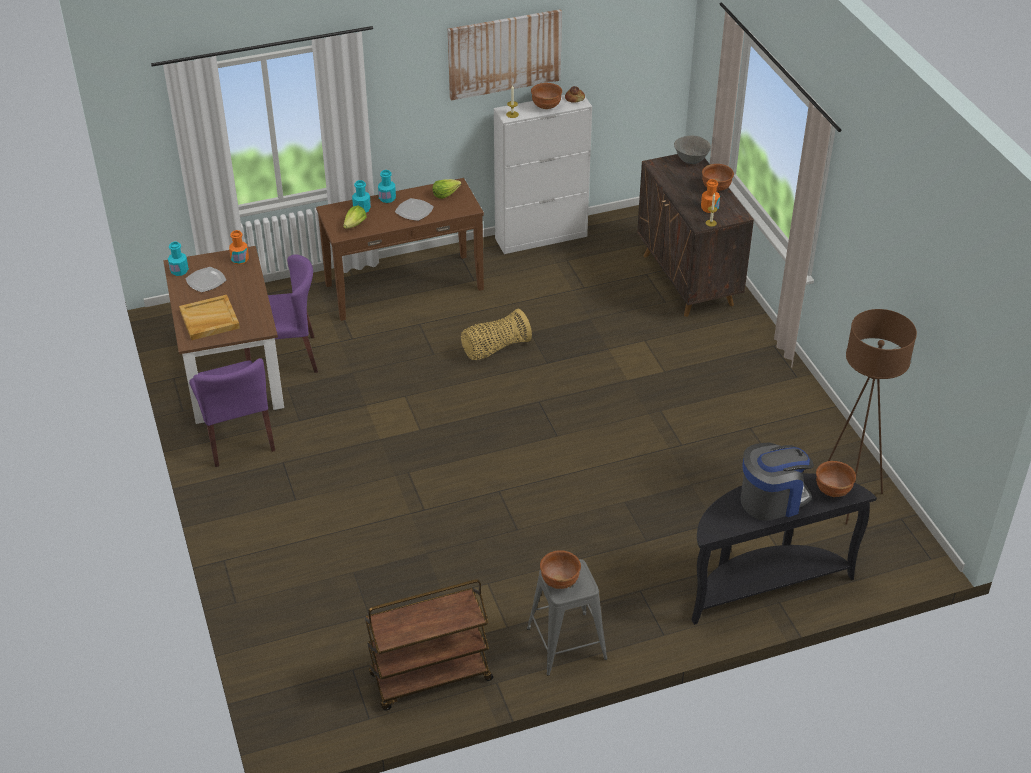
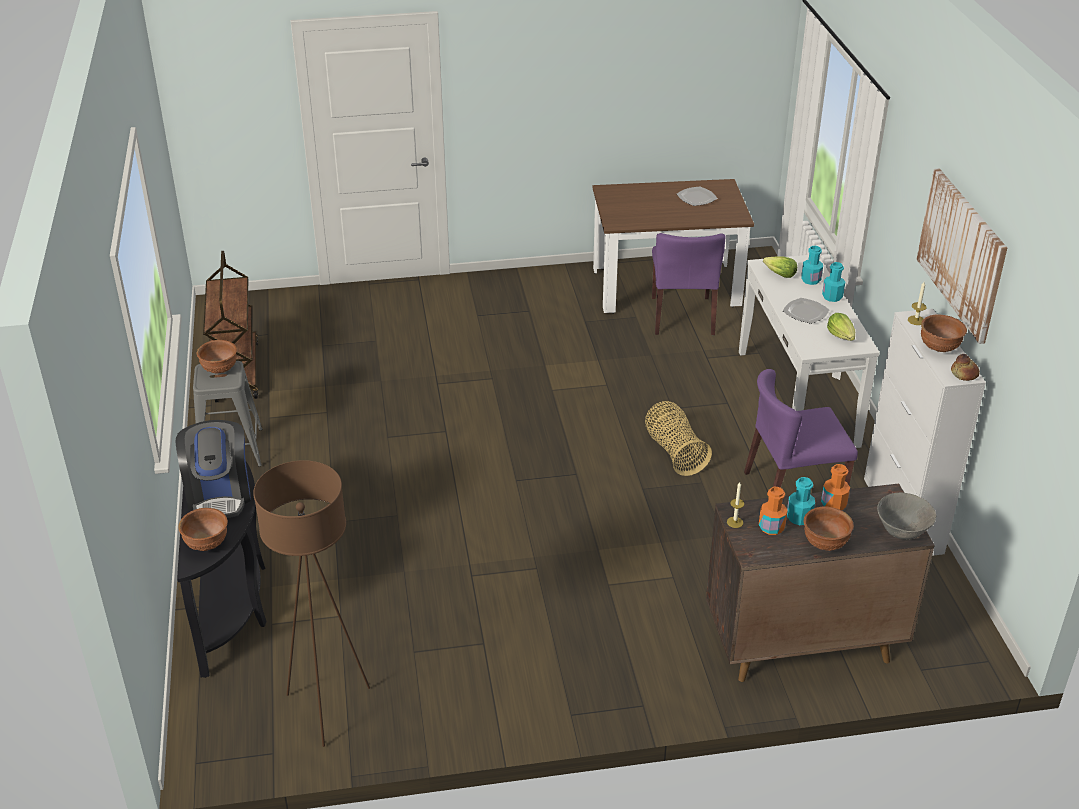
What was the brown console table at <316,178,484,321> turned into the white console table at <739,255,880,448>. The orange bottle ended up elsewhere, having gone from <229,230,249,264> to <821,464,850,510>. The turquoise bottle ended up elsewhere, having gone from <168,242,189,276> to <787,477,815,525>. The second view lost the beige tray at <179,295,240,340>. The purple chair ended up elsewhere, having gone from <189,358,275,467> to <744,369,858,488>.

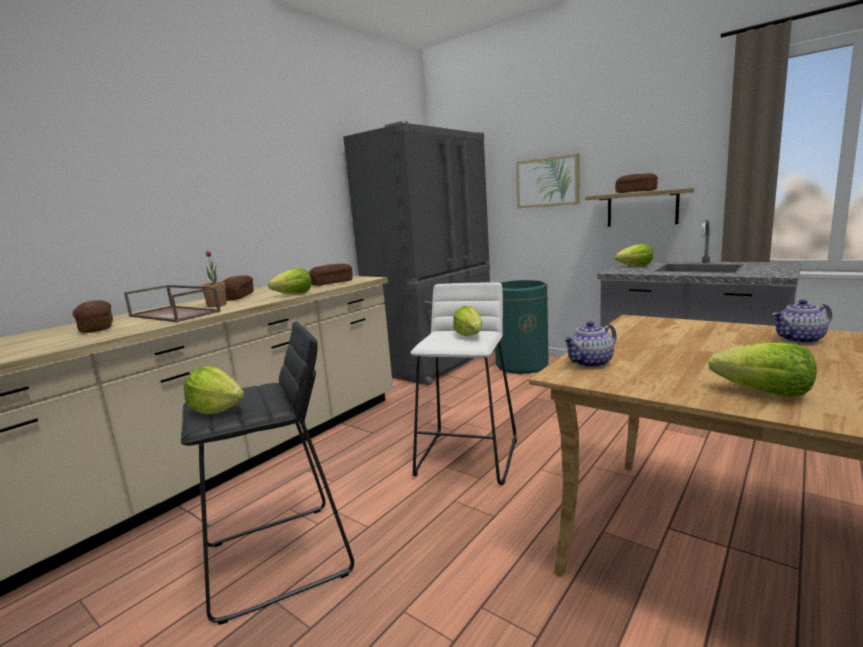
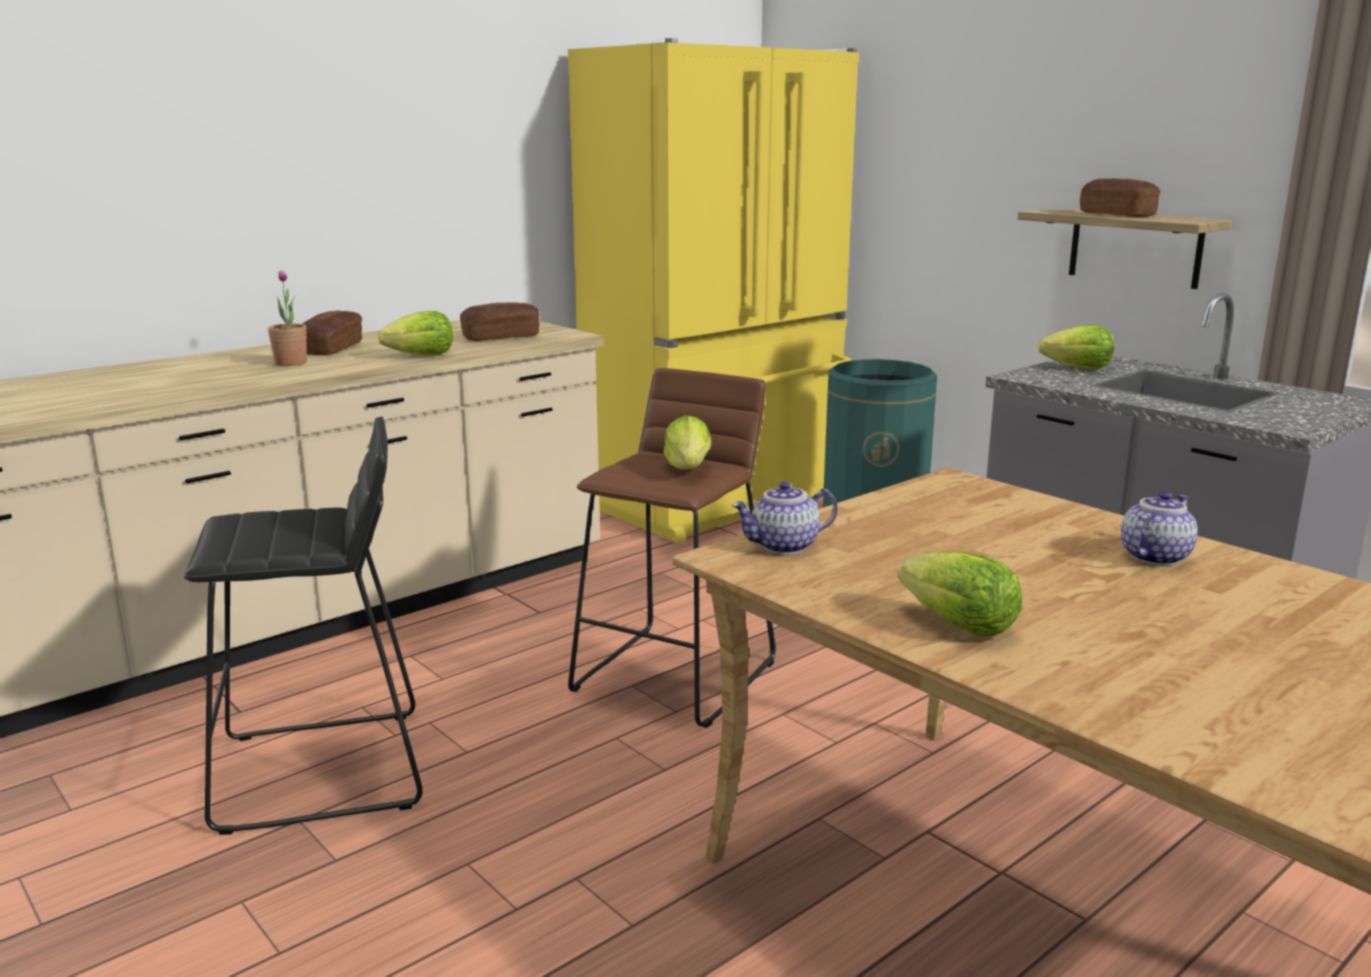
What was the grey fridge at <343,121,495,386> turned into the yellow fridge at <568,38,859,543>. The second view lost the picture at <516,154,579,208>. What was the white stool at <410,282,517,485> turned into the brown stool at <568,368,776,728>. The second view lost the brown tray at <124,285,221,322>. The teapot at <772,299,832,344> ended up facing another way, 135 degrees clockwise from before. The second view lost the bread at <73,300,113,333>. The second view lost the lettuce at <183,366,245,414>.

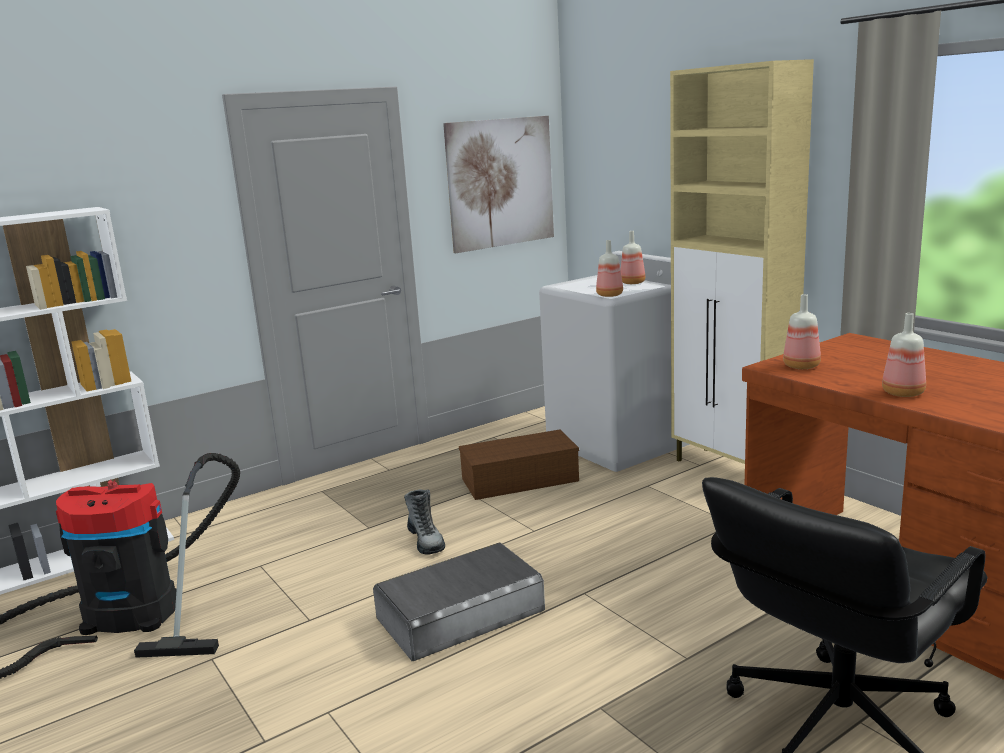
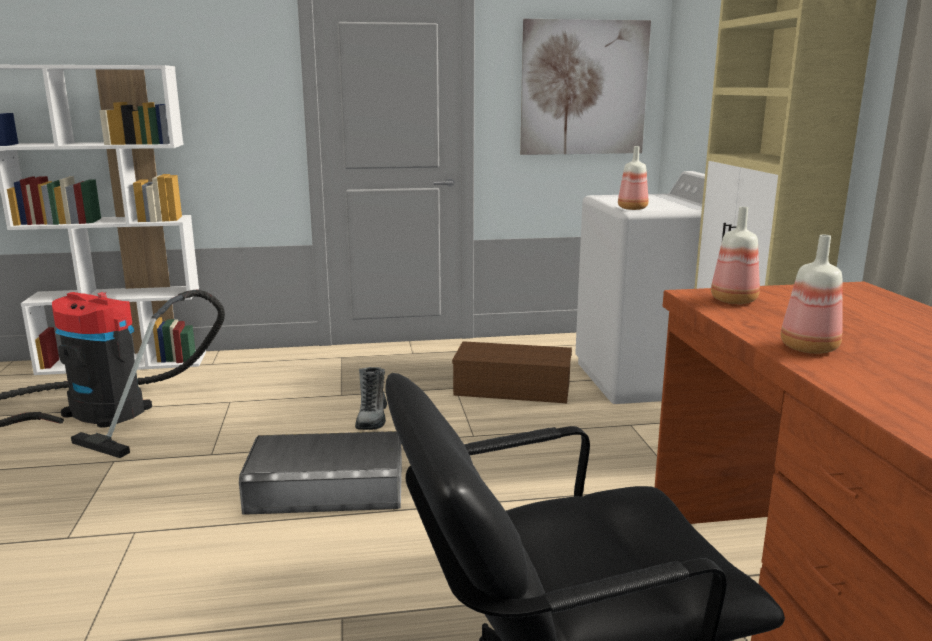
The second view lost the bottle at <620,231,645,284>.

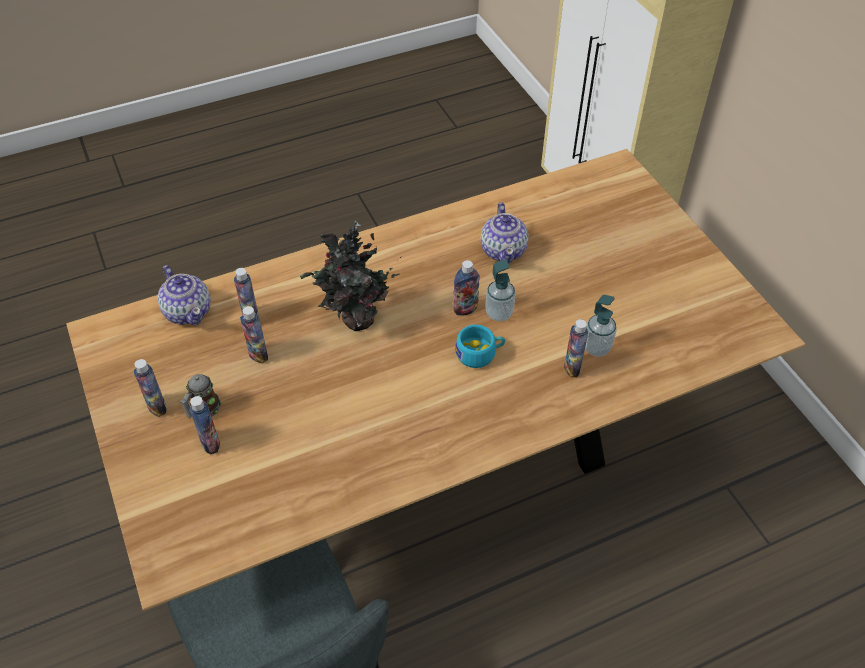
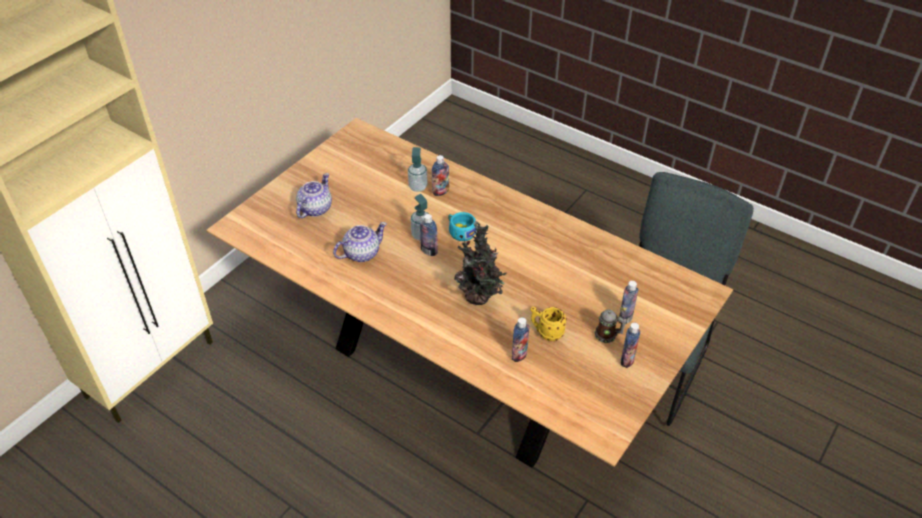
The teapot ended up elsewhere, having gone from <157,265,211,325> to <296,173,332,218>. Where the bottle stood at <240,306,268,363>, the yellow mug came to stand at <531,307,567,341>.

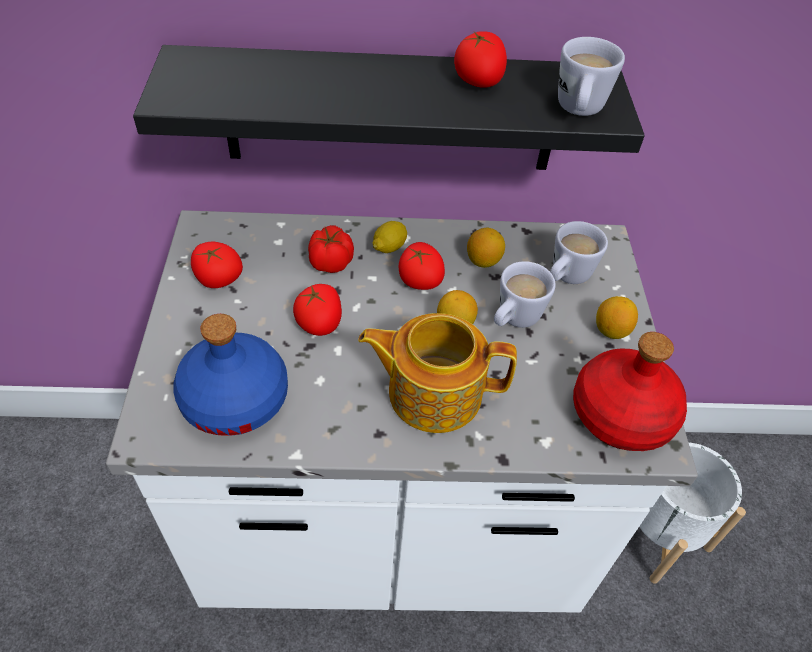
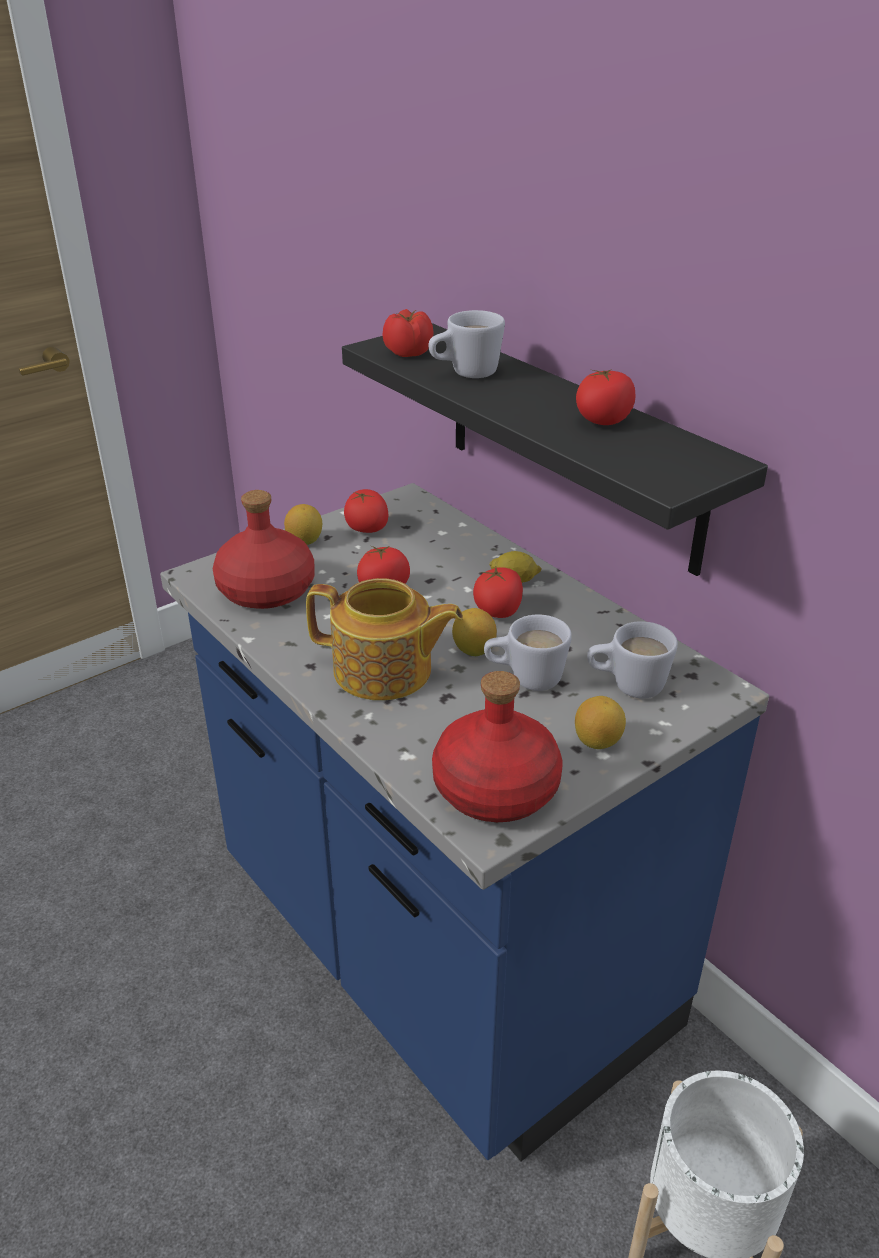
The white mug ended up elsewhere, having gone from <558,37,625,116> to <428,310,505,378>. What was the white counter at <106,210,698,613> turned into the blue counter at <160,483,769,1161>. The tomato ended up elsewhere, having gone from <308,225,354,273> to <382,309,434,357>. The lemon ended up elsewhere, having gone from <467,228,505,268> to <284,504,322,545>. The teapot at <358,313,517,433> ended up facing another way, 135 degrees clockwise from before. What was the blue bottle at <173,314,288,436> turned into the red bottle at <213,490,315,609>.

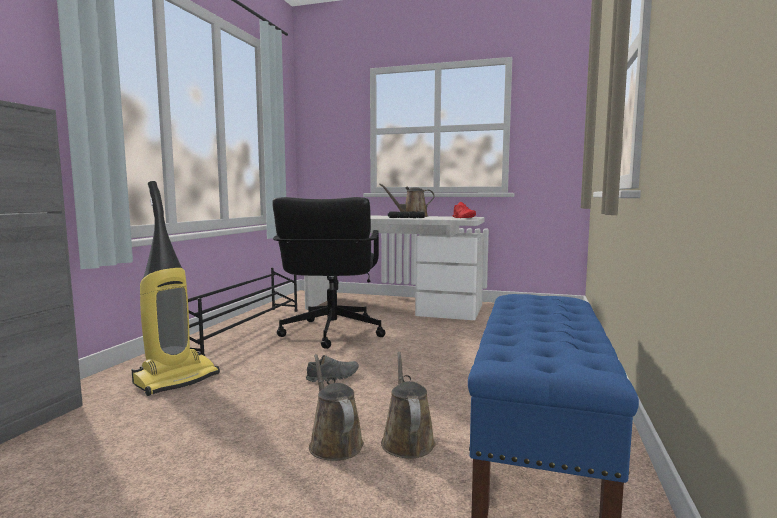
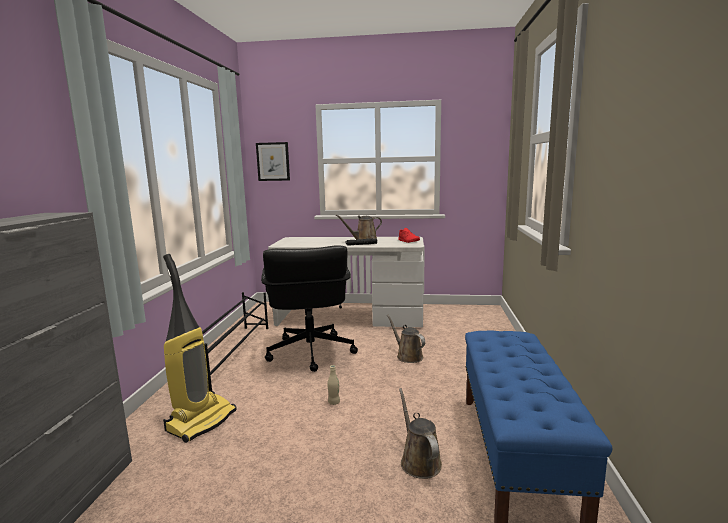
The brown watering can ended up elsewhere, having gone from <309,354,364,461> to <387,315,425,363>. Where the grey shoe stood at <306,355,359,382>, the beige bottle came to stand at <327,365,340,405>. The second view gained the picture at <256,142,290,181>.

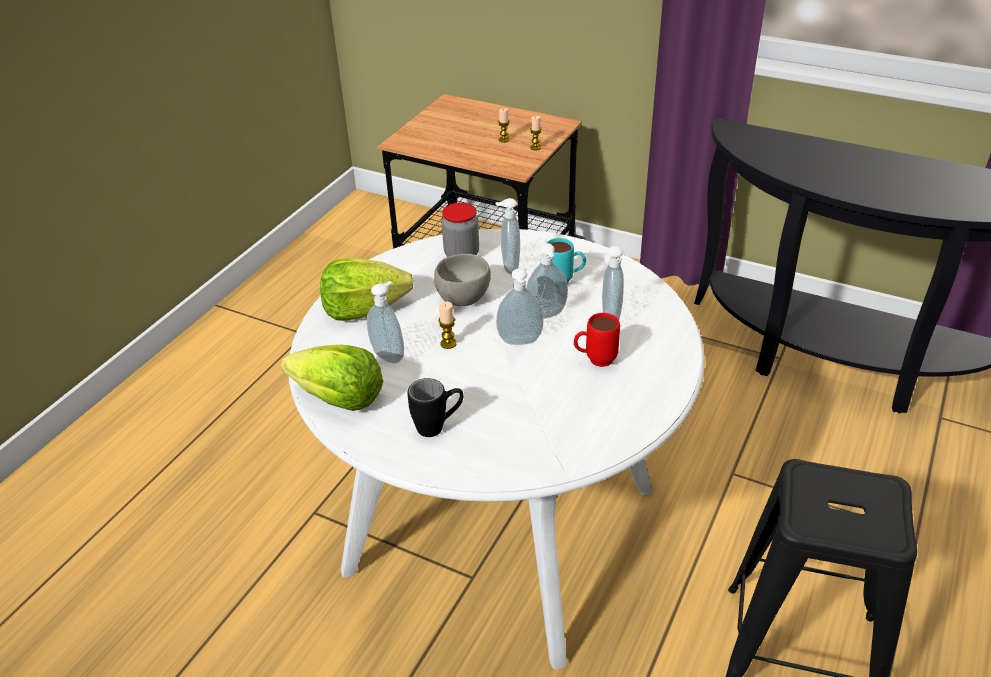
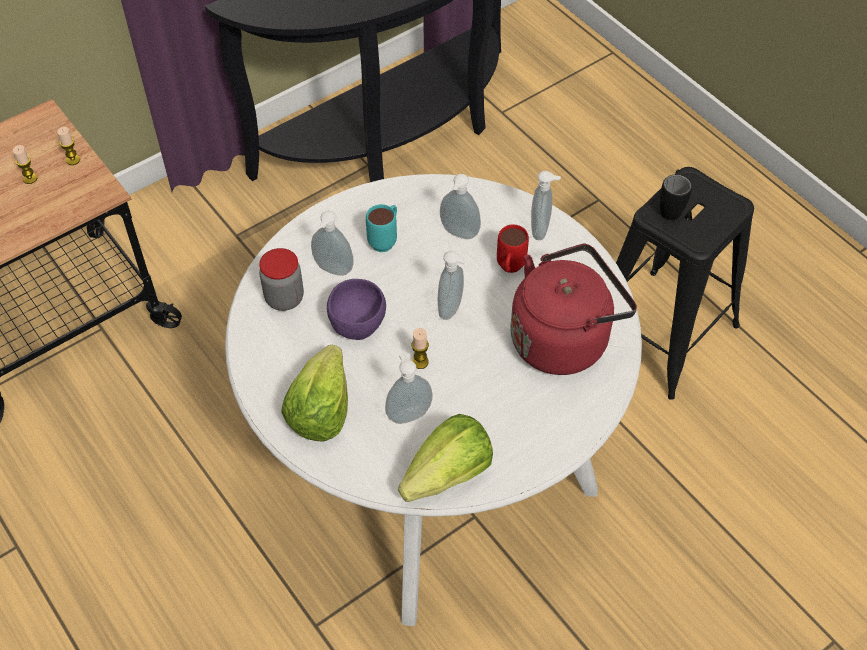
The soap dispenser ended up elsewhere, having gone from <526,243,568,319> to <531,171,561,240>. What was the grey bowl at <434,254,491,306> turned into the purple bowl at <327,279,386,340>. The black mug ended up elsewhere, having gone from <408,378,464,437> to <660,170,692,220>. The second view gained the red kettle at <510,244,637,375>.

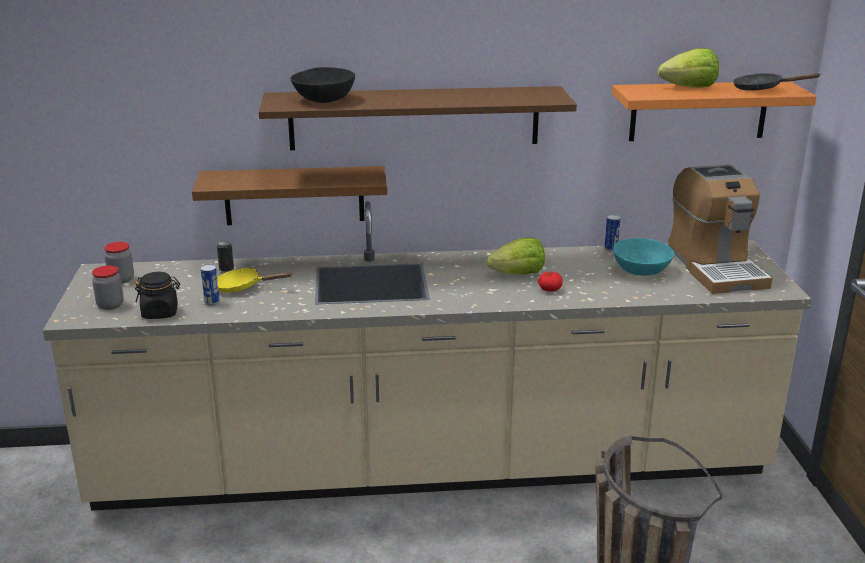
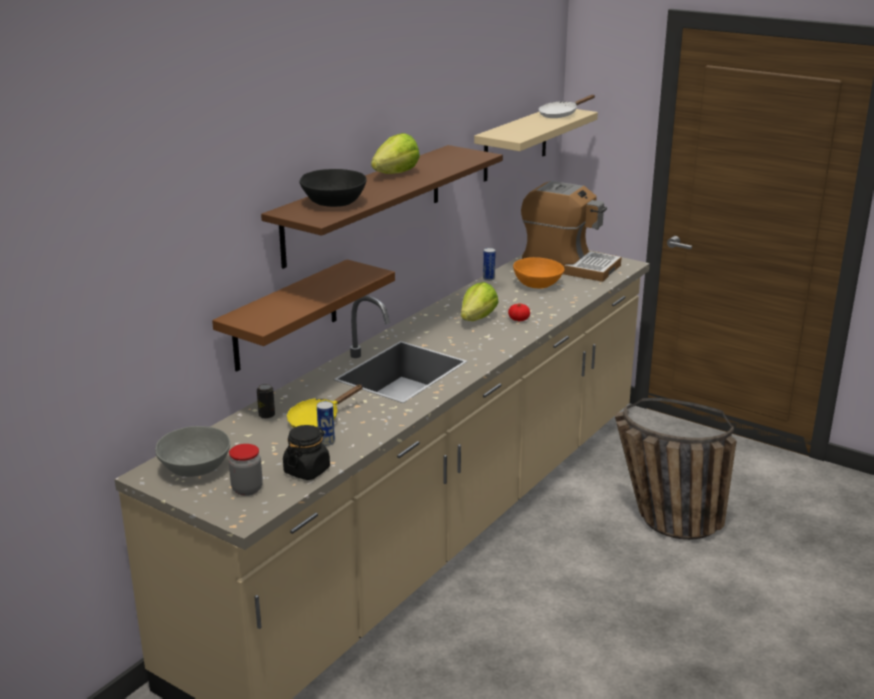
The lettuce ended up elsewhere, having gone from <658,48,719,88> to <371,133,420,174>. What was the black frying pan at <733,73,819,91> turned into the white frying pan at <539,95,595,118>. What was the orange shelf at <612,81,817,141> turned into the beige shelf at <474,109,598,182>. What was the turquoise bowl at <613,238,674,276> turned into the orange bowl at <513,257,564,288>. Where the jar stood at <104,242,134,283>, the grey bowl came to stand at <155,426,230,477>.

